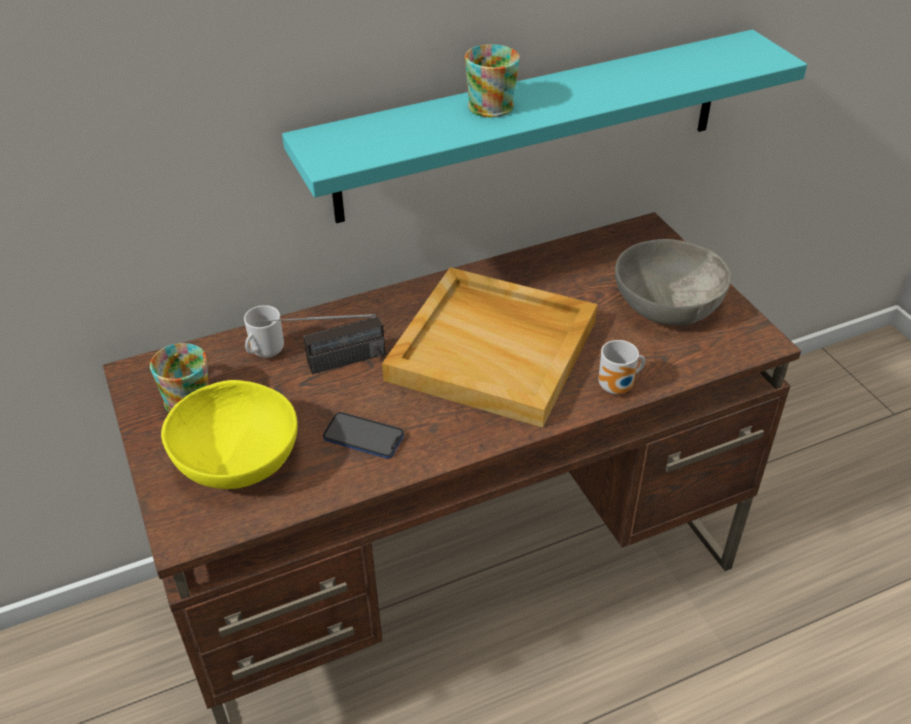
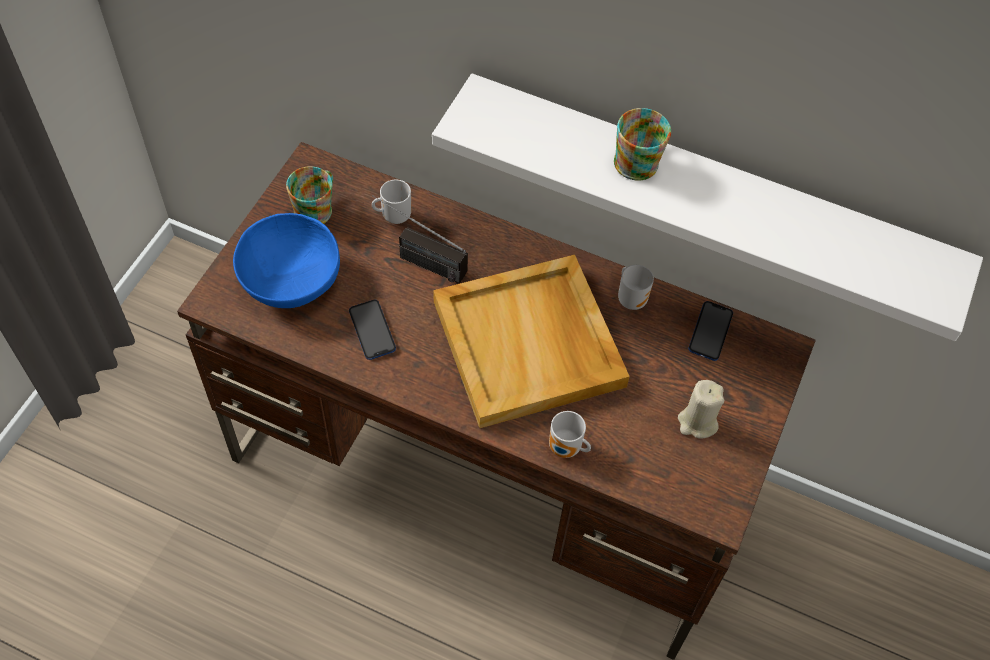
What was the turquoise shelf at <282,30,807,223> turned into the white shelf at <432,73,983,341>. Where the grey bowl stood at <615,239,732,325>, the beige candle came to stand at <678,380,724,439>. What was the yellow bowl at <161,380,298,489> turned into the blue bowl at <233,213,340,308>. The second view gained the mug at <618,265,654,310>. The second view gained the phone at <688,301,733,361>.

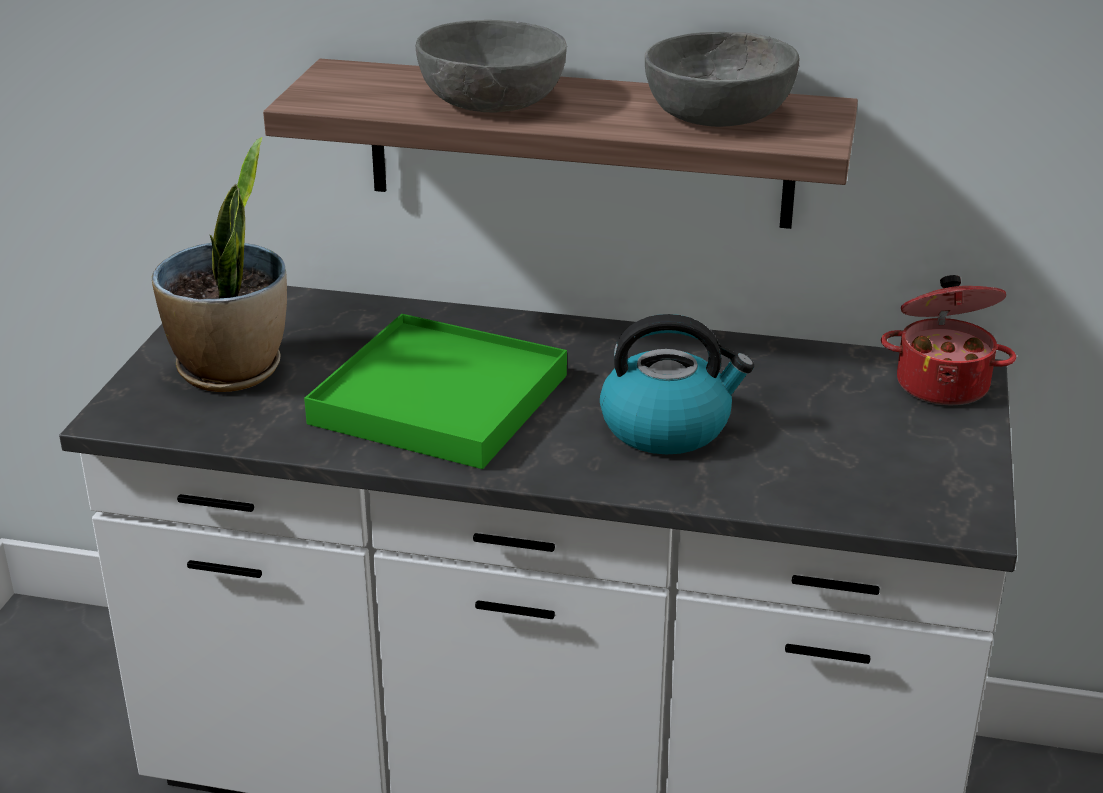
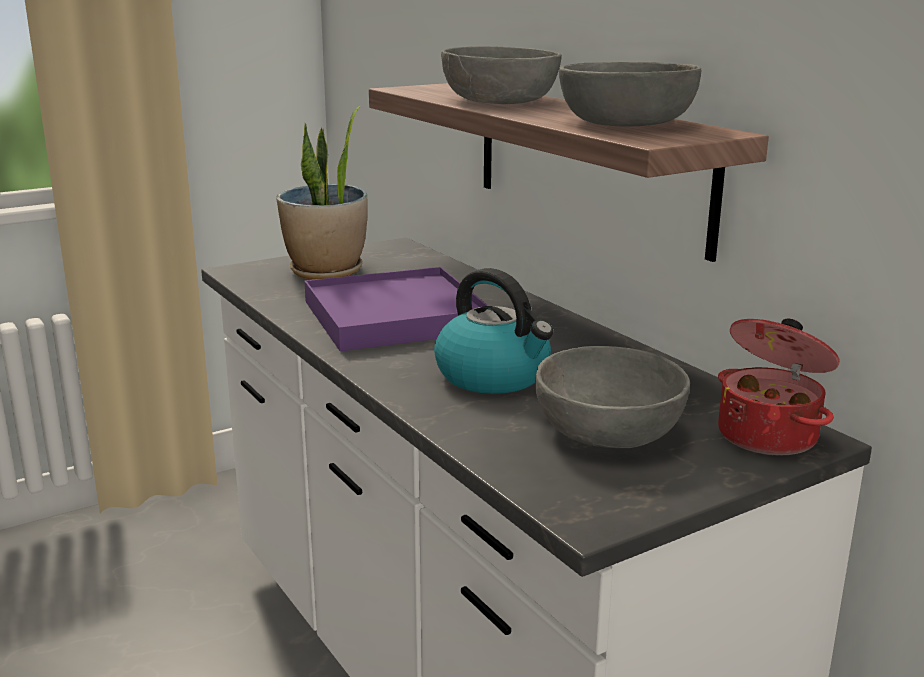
What was the green tray at <304,314,567,469> turned into the purple tray at <304,267,488,351>. The second view gained the grey bowl at <535,346,690,448>.

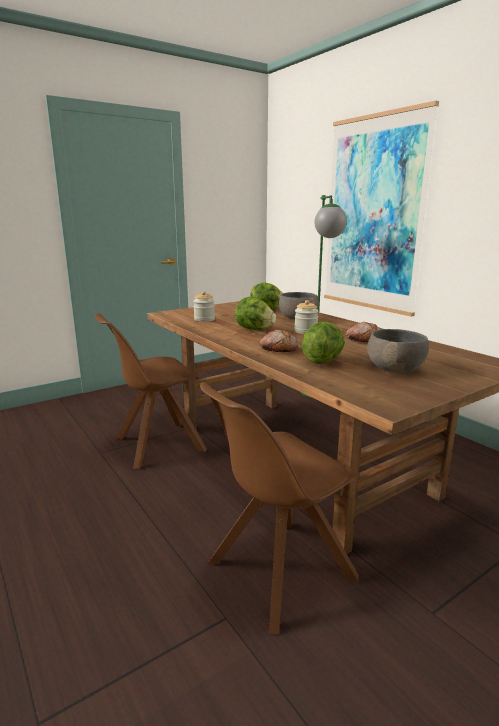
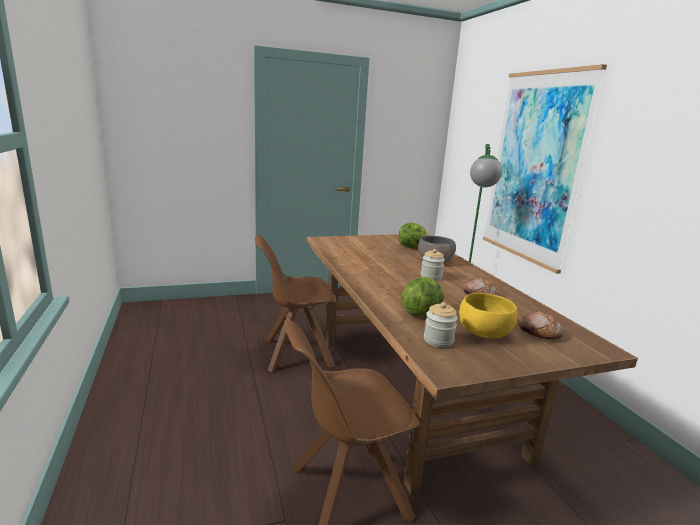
The jar ended up elsewhere, having gone from <193,291,215,322> to <424,302,458,347>. The second view lost the lettuce at <235,297,276,330>. What was the grey bowl at <367,329,429,373> turned into the yellow bowl at <459,293,518,339>. The bread ended up elsewhere, having gone from <260,330,298,352> to <518,312,563,339>.

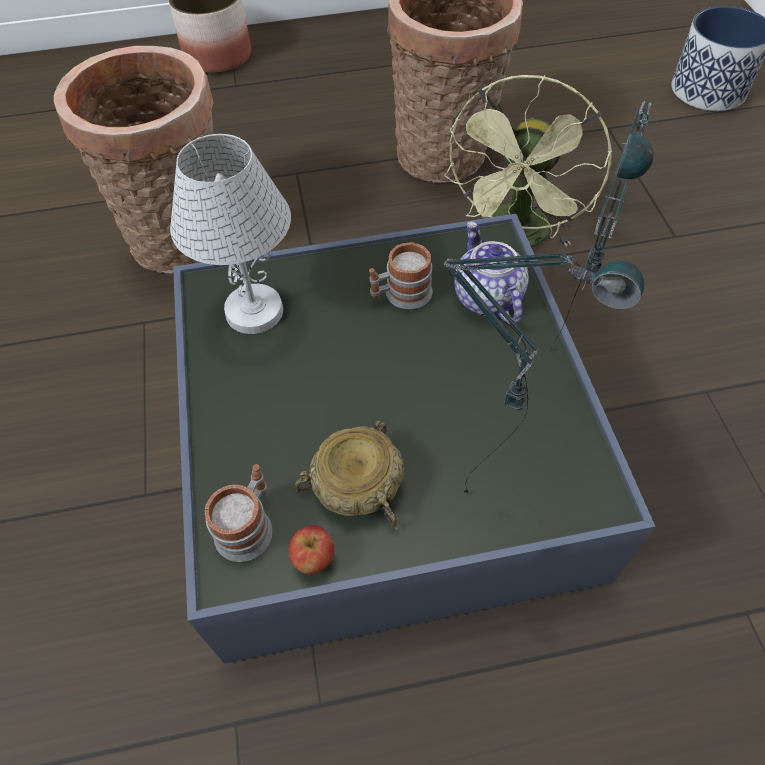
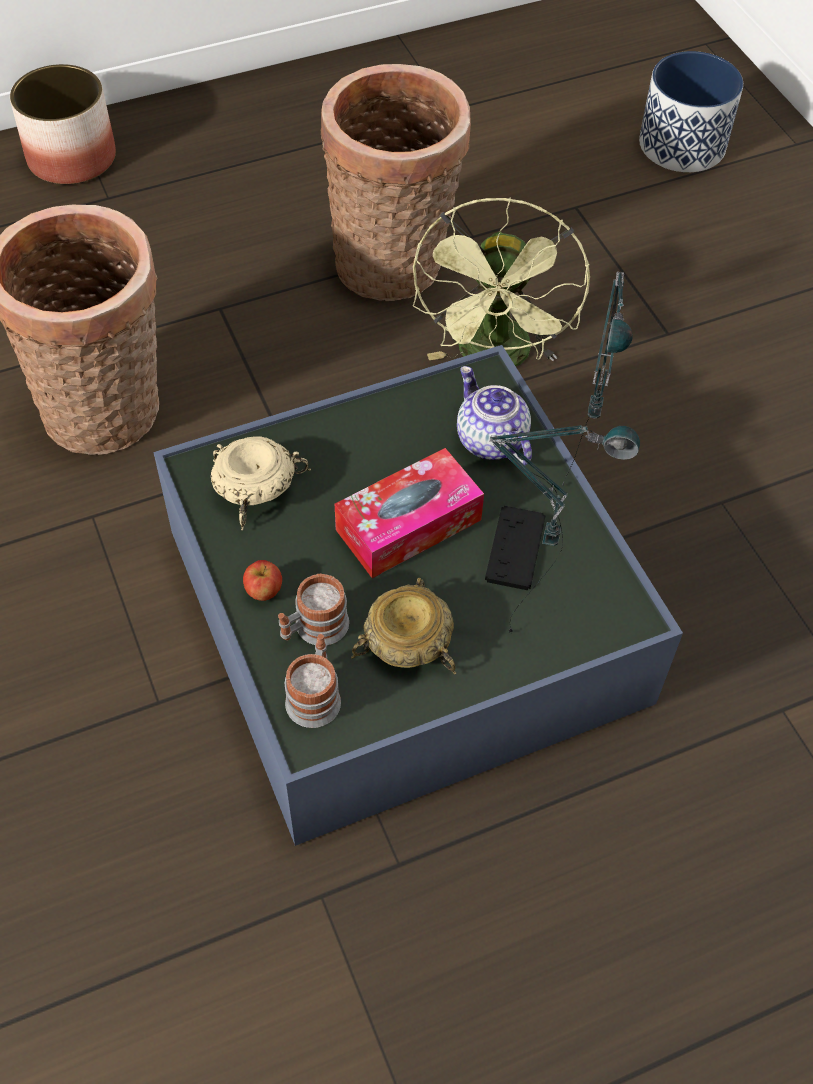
Where the white table lamp stood at <170,134,291,334>, the beige bowl came to stand at <211,436,311,531>. The mug ended up elsewhere, having gone from <369,242,433,309> to <278,573,349,645>. The apple ended up elsewhere, having gone from <289,525,334,574> to <243,560,282,601>. The second view gained the tissue box at <335,448,484,578>. The second view gained the black game controller at <485,506,546,590>.

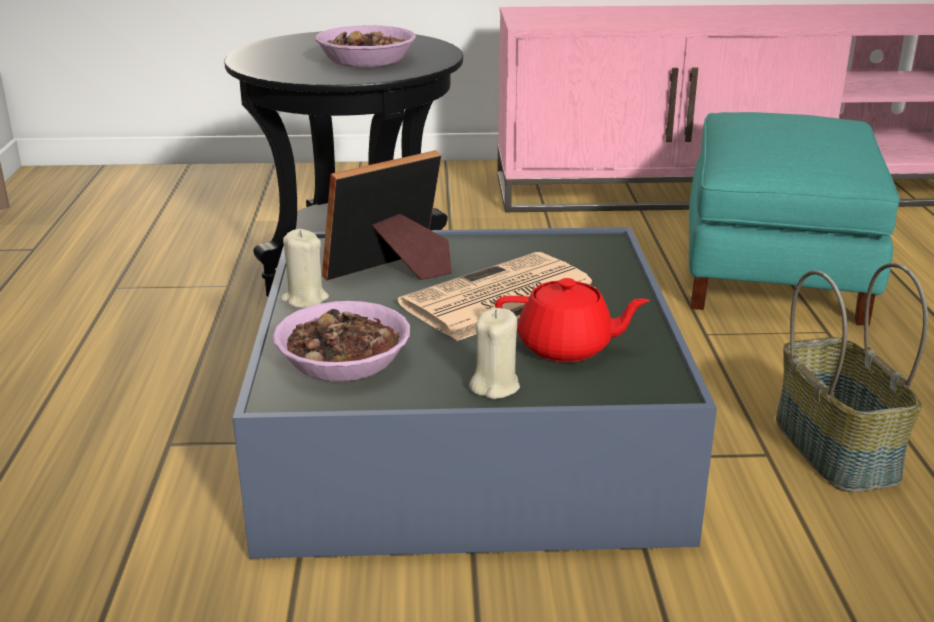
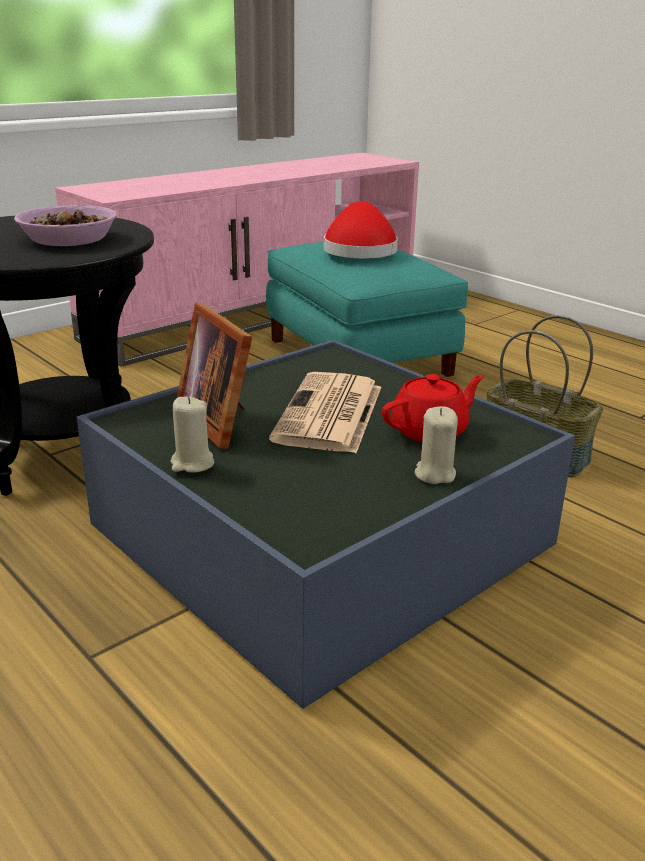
The picture frame at <322,150,452,280> ended up facing another way, 45 degrees counterclockwise from before. The second view lost the bowl at <273,301,410,382>. The second view gained the red hat at <324,201,398,258>.

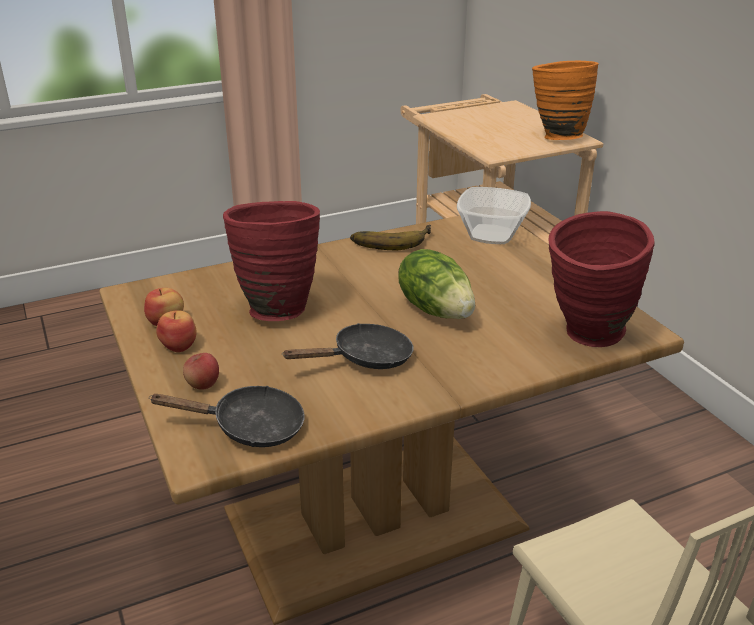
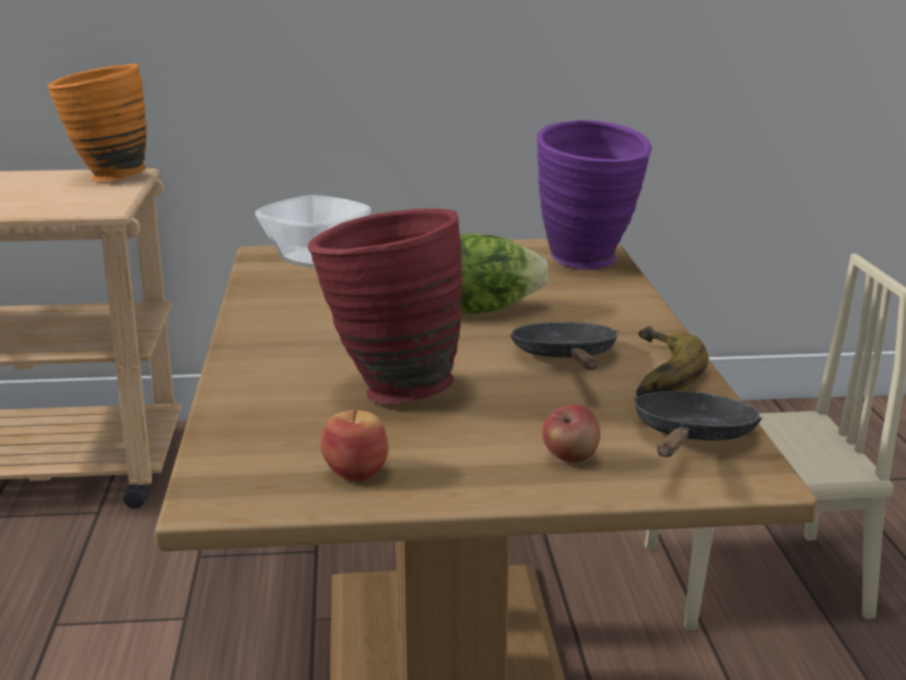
What was the red vase at <548,211,655,347> turned into the purple vase at <537,120,652,270>. The banana ended up elsewhere, having gone from <350,225,431,250> to <636,326,709,396>. The second view lost the apple at <156,310,197,352>.

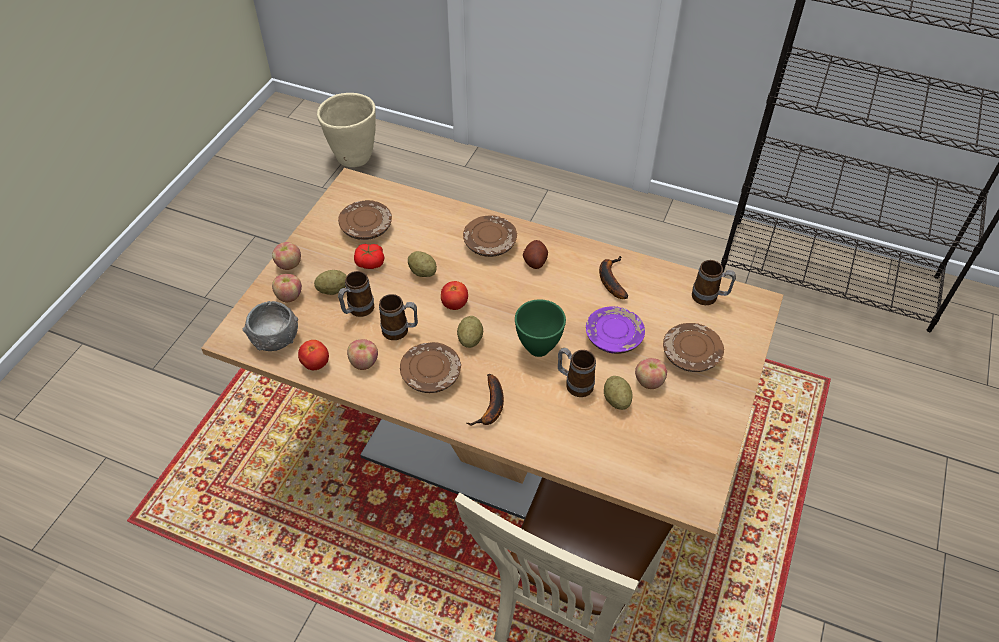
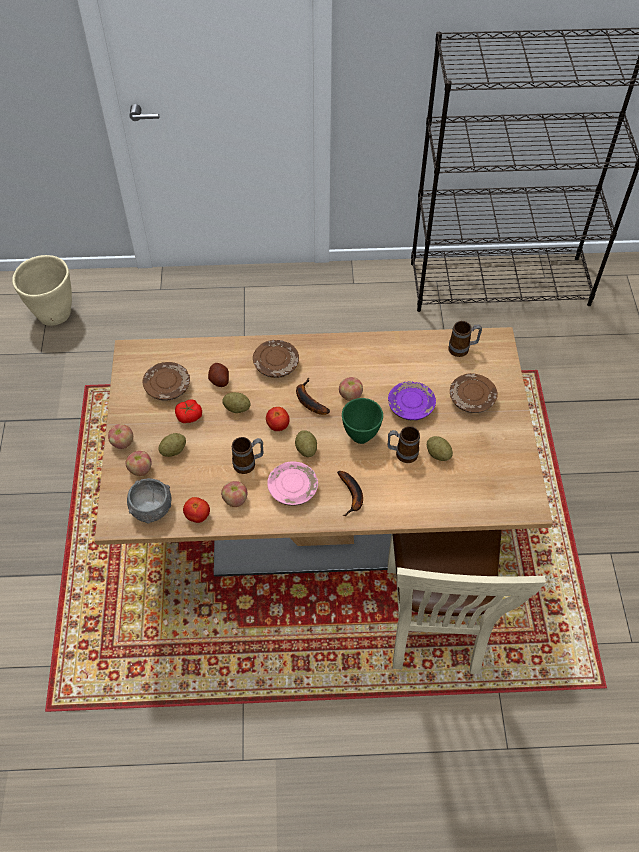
The potato ended up elsewhere, having gone from <523,240,548,269> to <208,363,229,387>. The banana ended up elsewhere, having gone from <599,256,628,299> to <296,378,330,415>. The second view lost the mug at <338,271,374,317>. What was the brown plate at <400,342,461,393> turned into the pink plate at <267,462,318,506>. The apple ended up elsewhere, having gone from <635,358,667,389> to <339,377,363,401>.

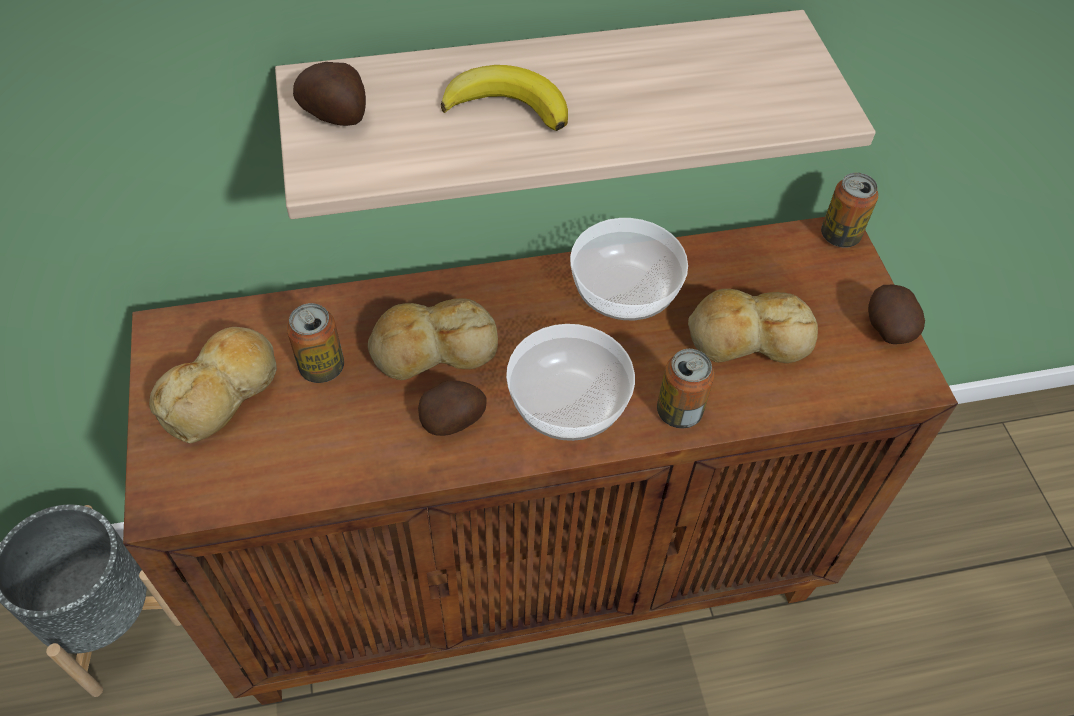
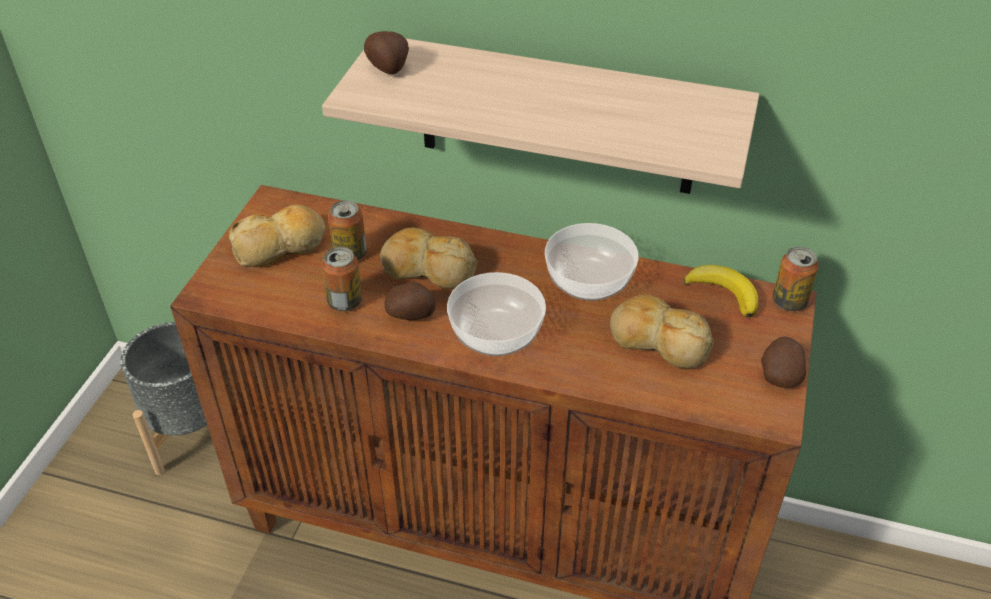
The banana ended up elsewhere, having gone from <441,65,568,131> to <683,265,758,317>. The can ended up elsewhere, having gone from <657,349,714,428> to <322,247,362,311>.

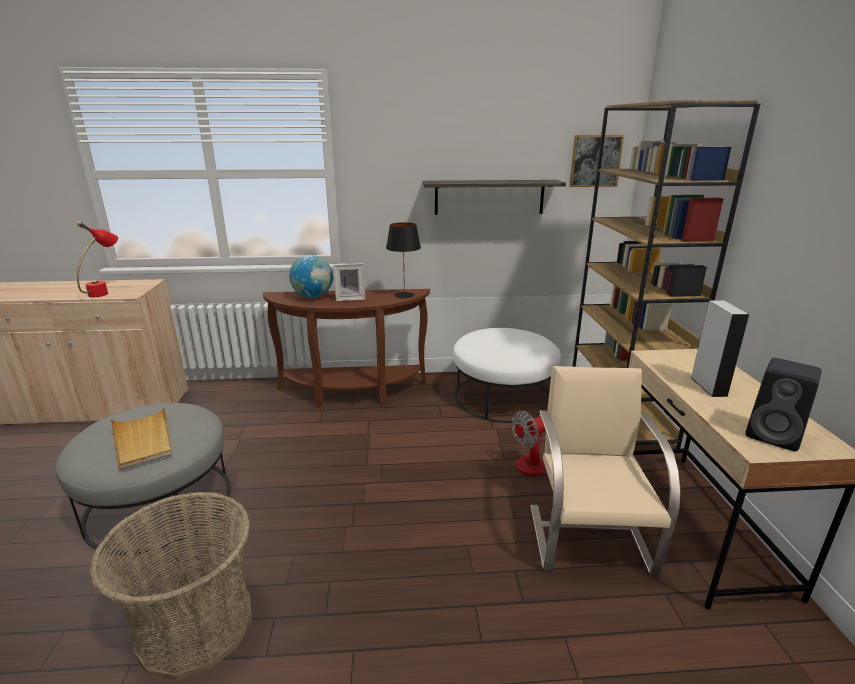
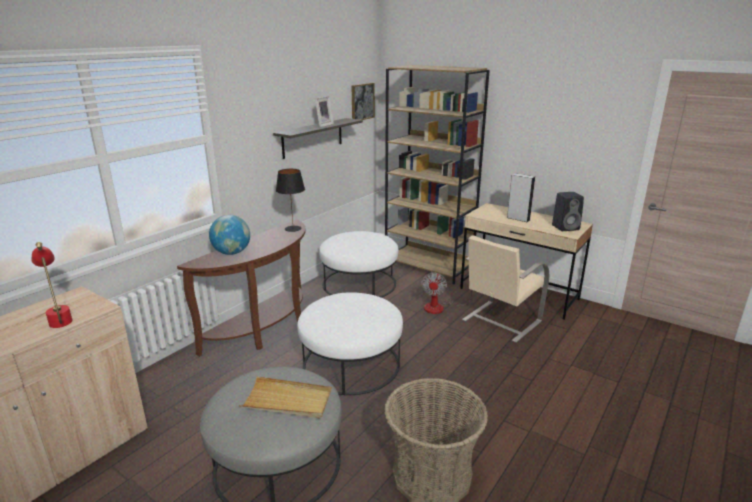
The picture frame ended up elsewhere, having gone from <333,263,366,301> to <315,96,334,127>. The beige chair at <531,366,681,575> ended up facing another way, 90 degrees counterclockwise from before. The second view gained the white ottoman at <297,292,403,395>.

